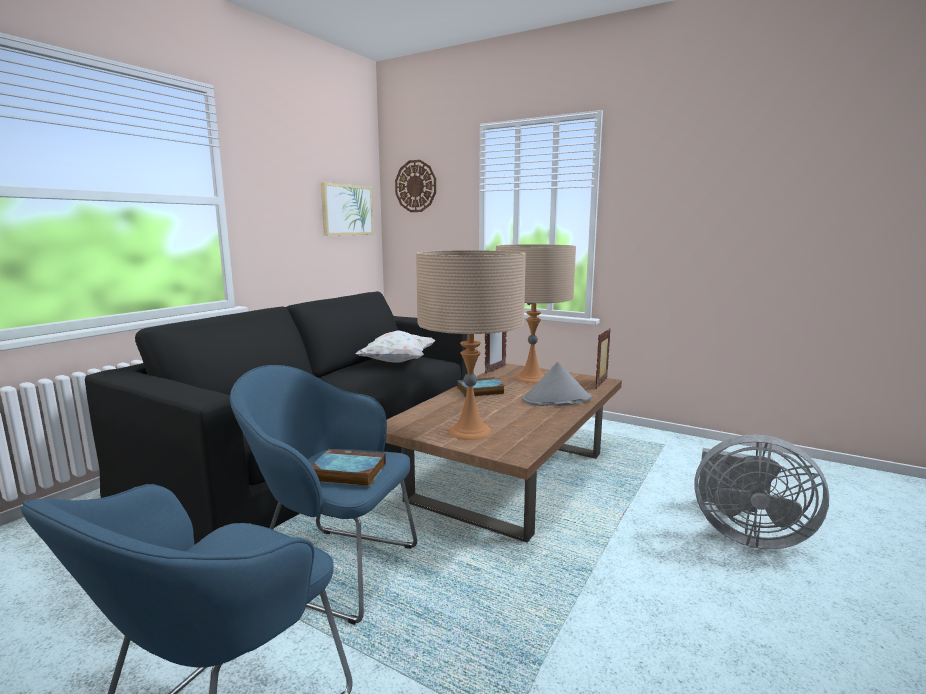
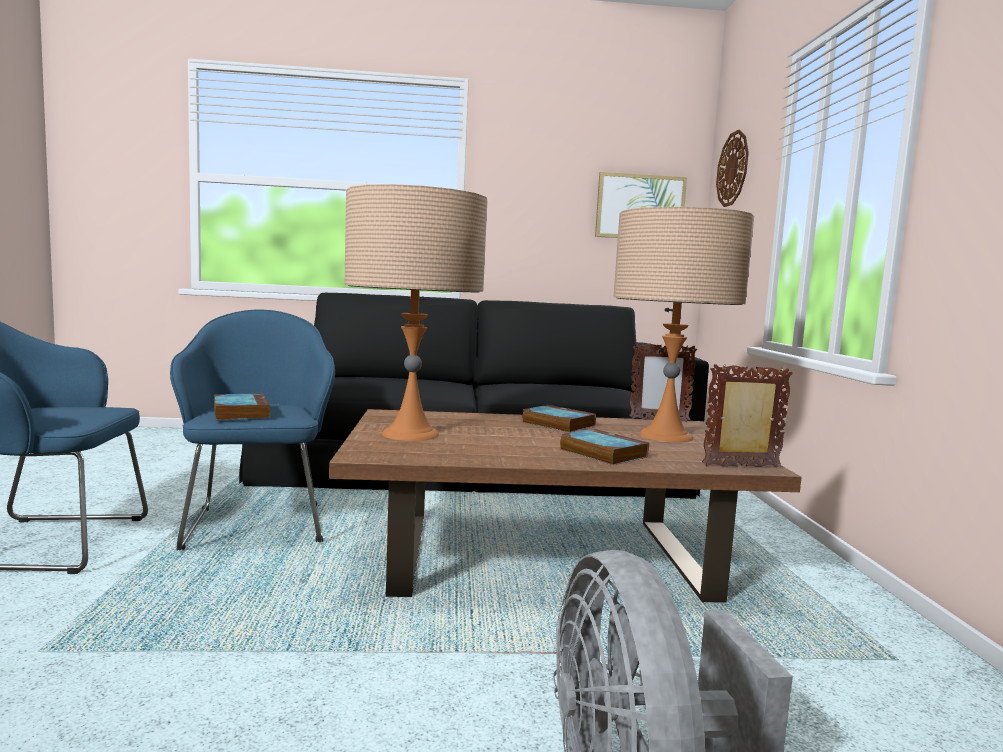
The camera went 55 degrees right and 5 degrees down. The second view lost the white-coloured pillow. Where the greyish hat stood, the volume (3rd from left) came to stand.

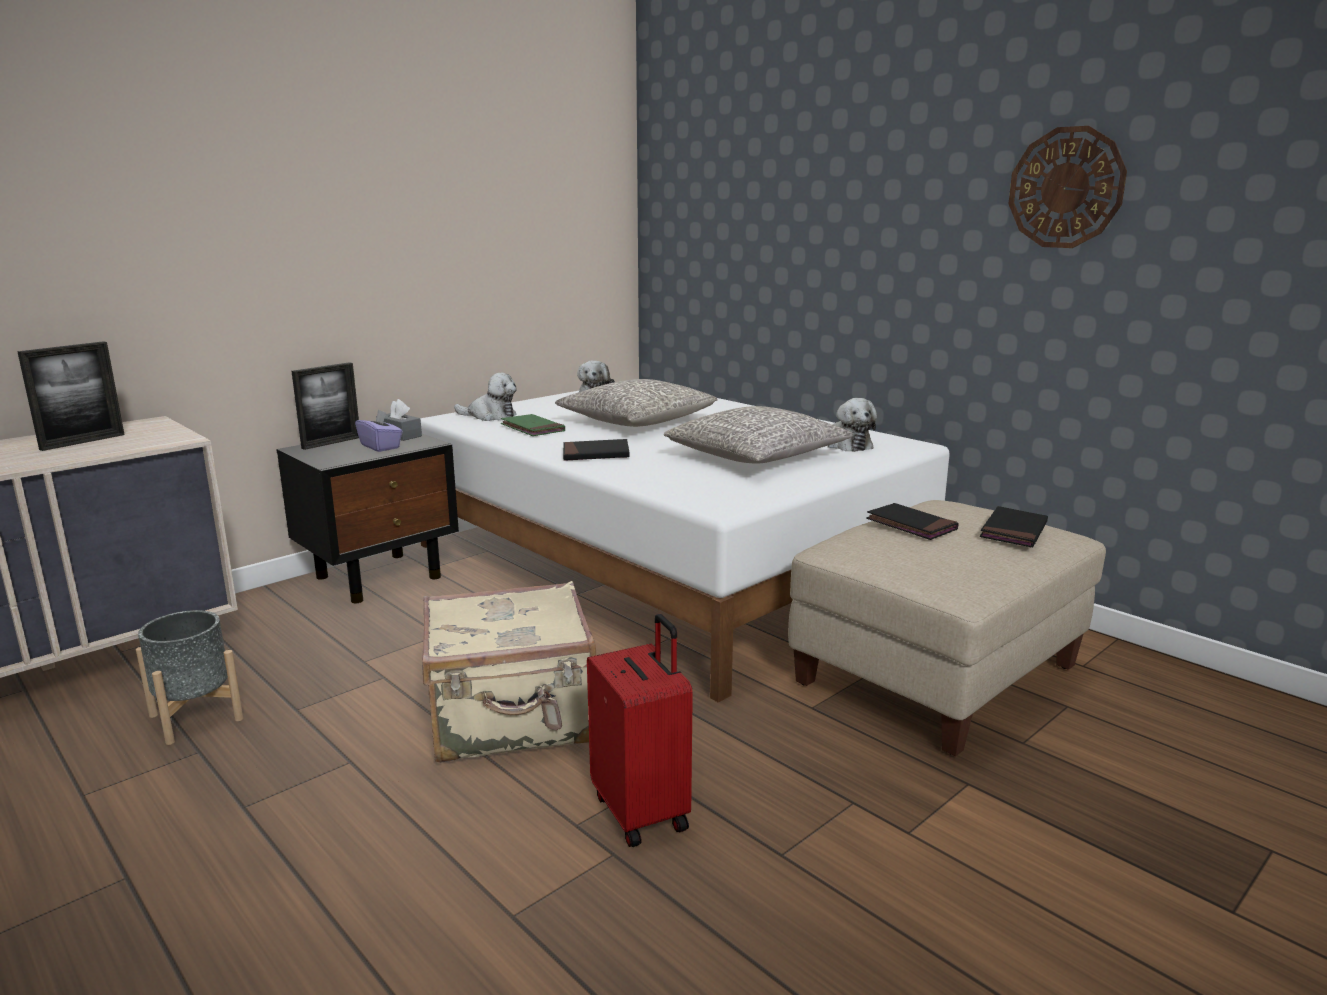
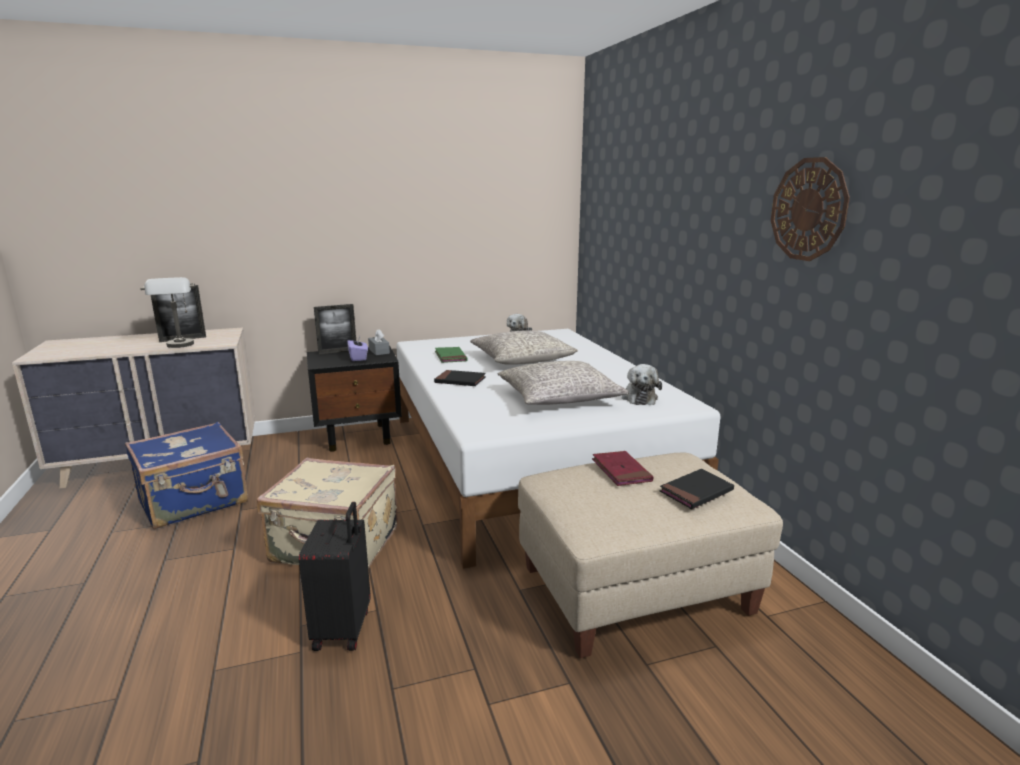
The camera went 25 degrees right and 0 degrees up. The second view lost the cuddly toy (1st from left). What was the black volume (2nd from left) turned into the red volume. Where the greyish plant pot stood, the blue suitcase came to stand. What was the red suitcase turned into the black suitcase. The second view gained the greyish tabletop lamp.

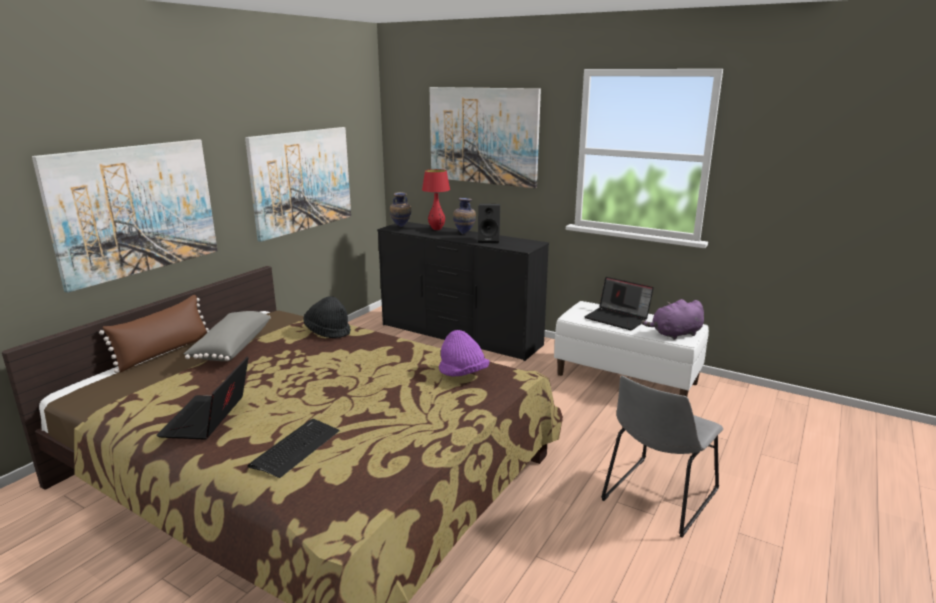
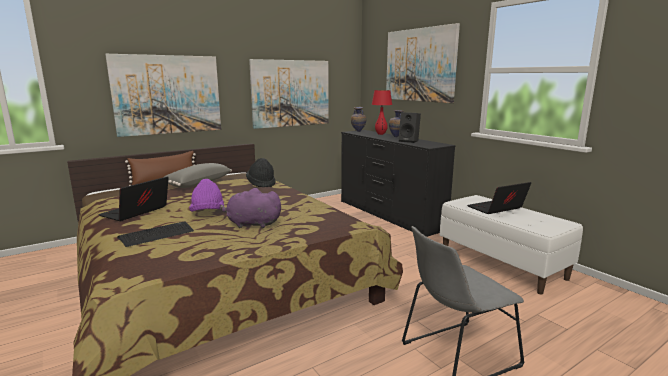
The camera went 25 degrees right and 5 degrees down. The portable computer (2nd from left) ended up facing another way, 90 degrees clockwise from before. The purplish cuddly toy ended up elsewhere. The purplish hat ended up elsewhere.

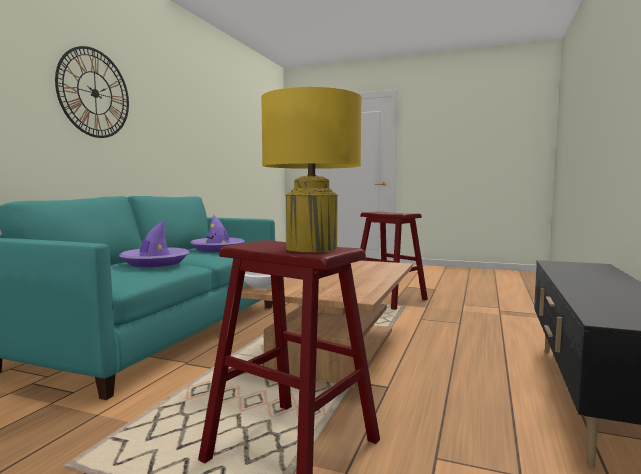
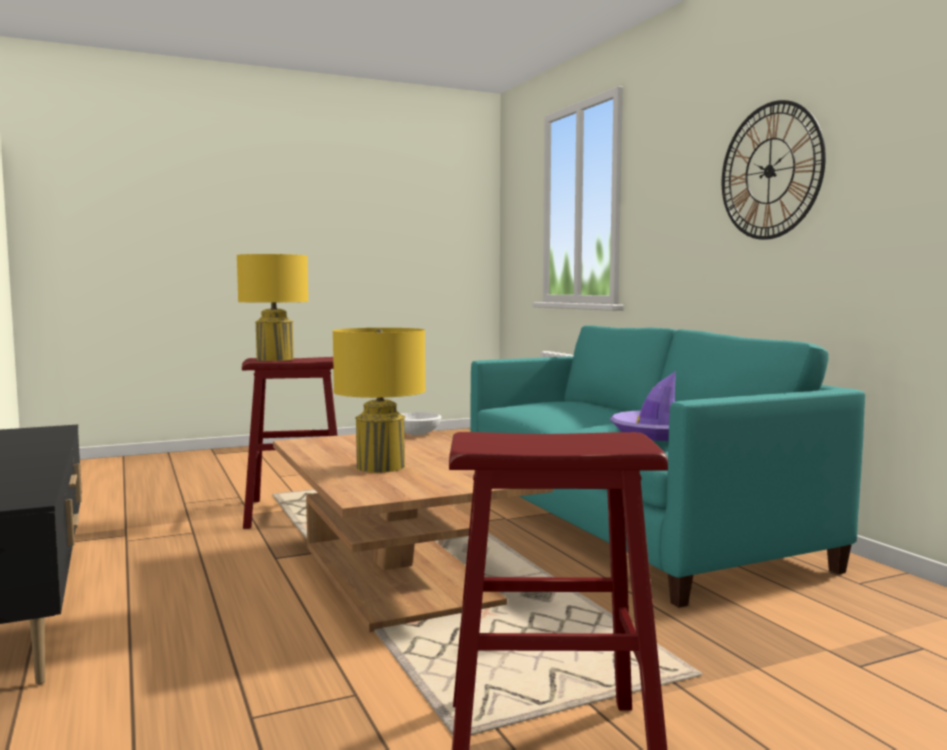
The camera went 135 degrees right and 0 degrees up. The second view lost the purplish hat (1st from left). The second view gained the yellow-coloured tabletop lamp (2nd from left).

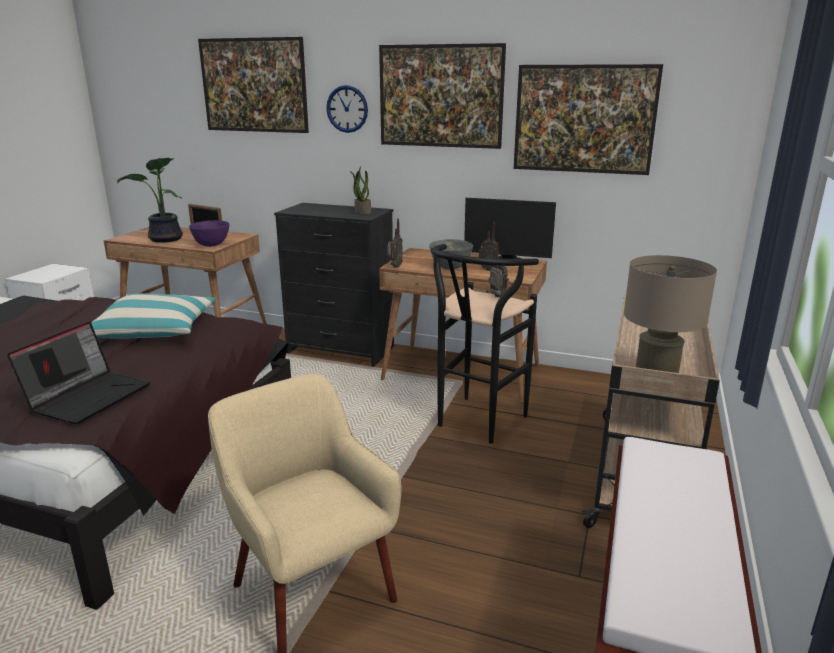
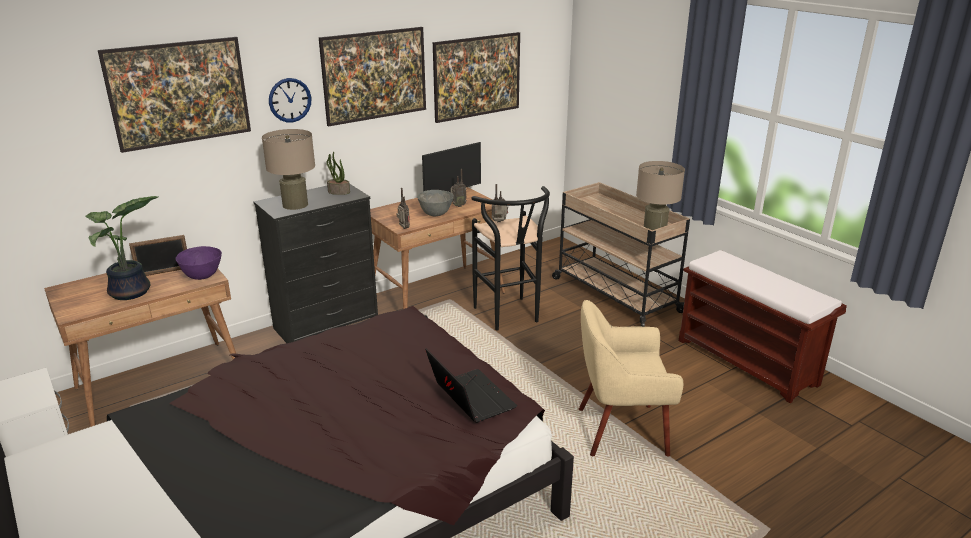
The camera went 55 degrees left and 5 degrees up. The second view lost the pillow. The second view gained the beige-coloured tabletop lamp (1st from left).

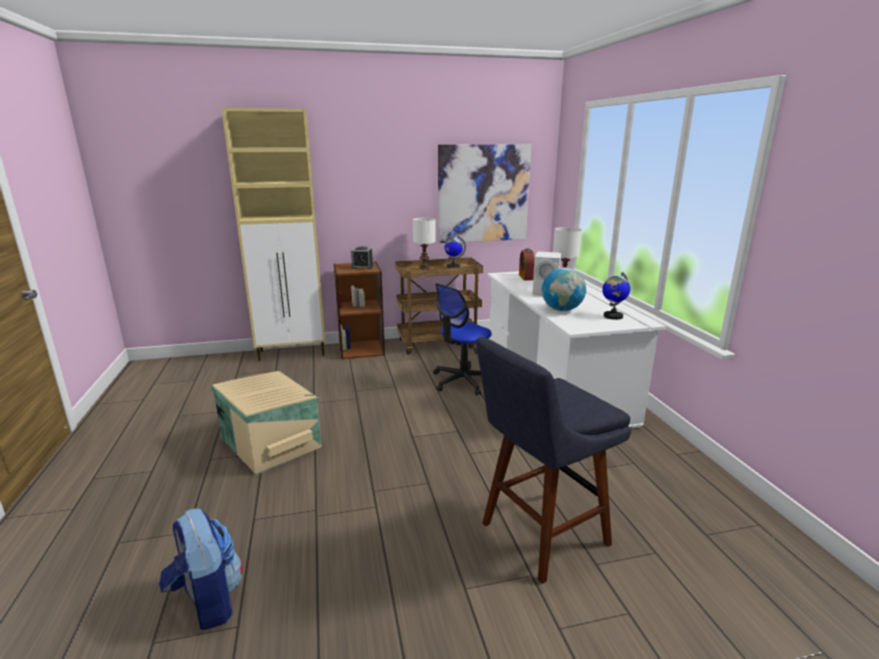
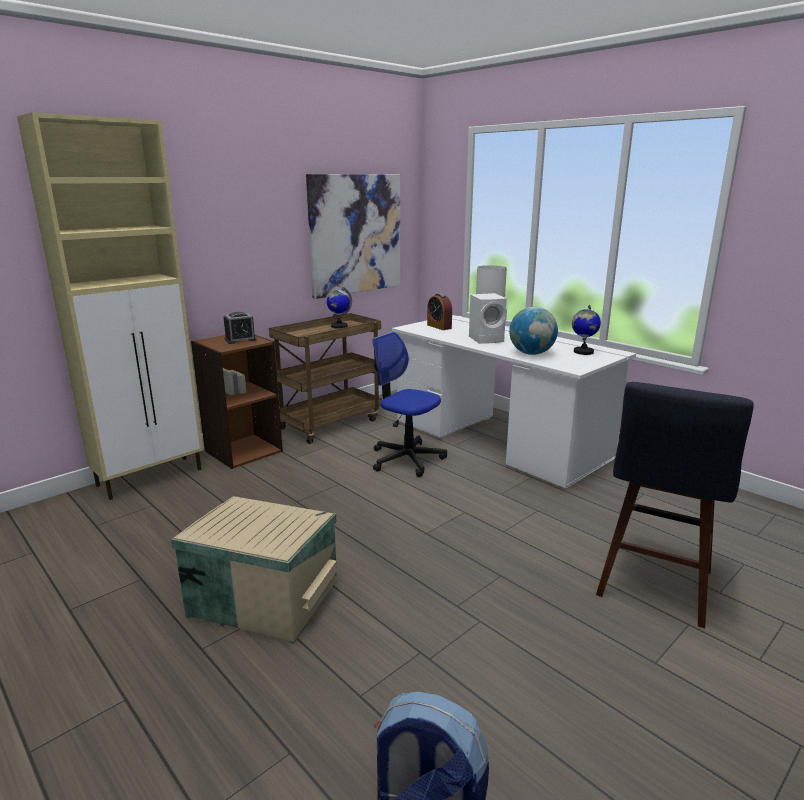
The camera went 30 degrees left and 0 degrees up. The second view lost the white-coloured tabletop lamp (1st from left). The office chair ended up facing another way, 105 degrees clockwise from before.

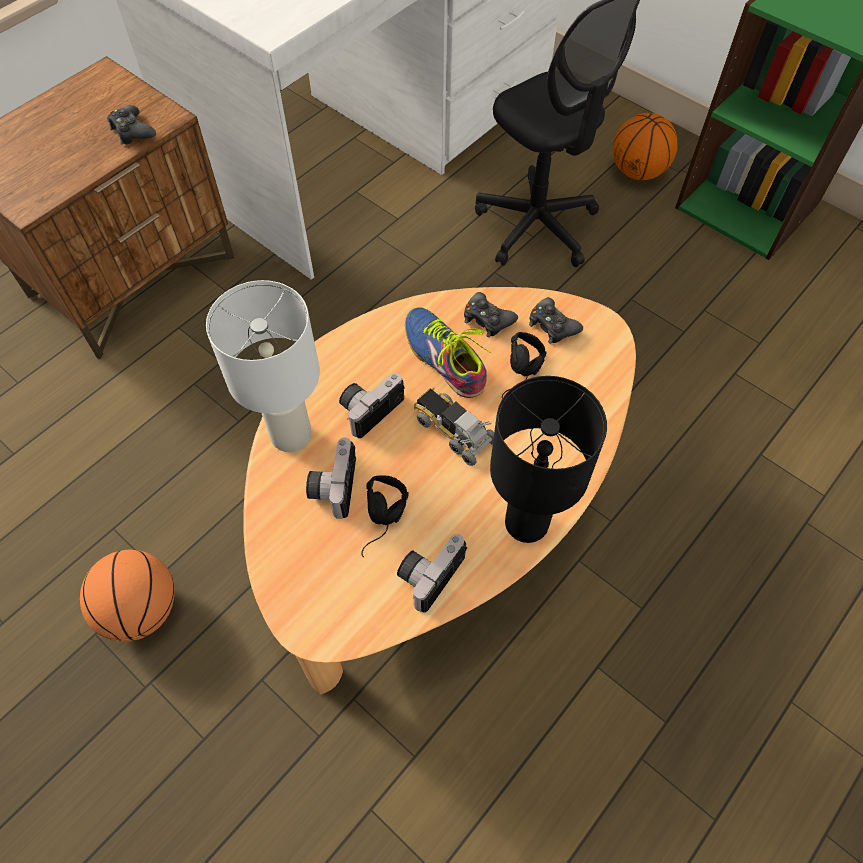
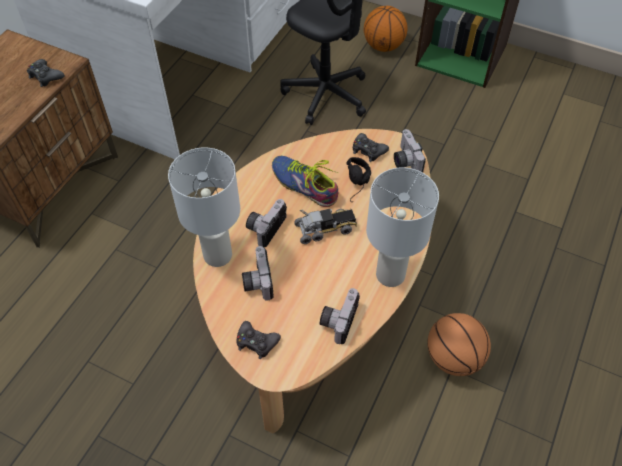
The camera went 15 degrees left and 5 degrees down. The black gamepad (2nd from left) ended up elsewhere. What was the black tabletop lamp turned into the white-coloured tabletop lamp (2nd from left). The toy lorry ended up facing another way, 135 degrees clockwise from before. The second view lost the black pair of headphones (1st from left). The basketball ball (1st from left in the first image) ended up elsewhere. The second view gained the photo camera (4th from left).

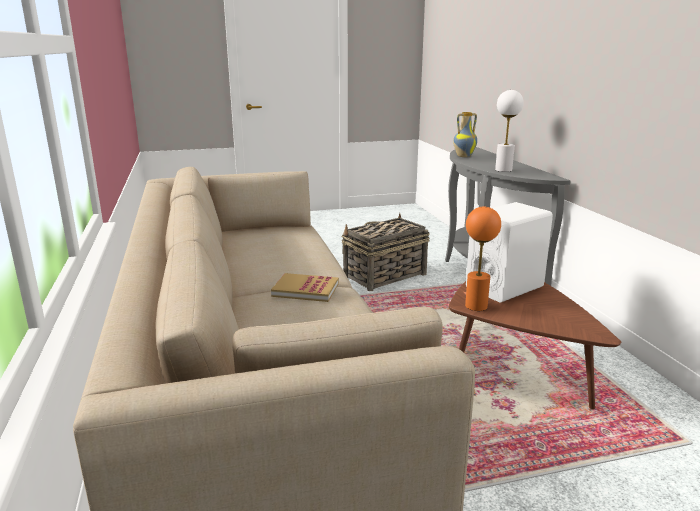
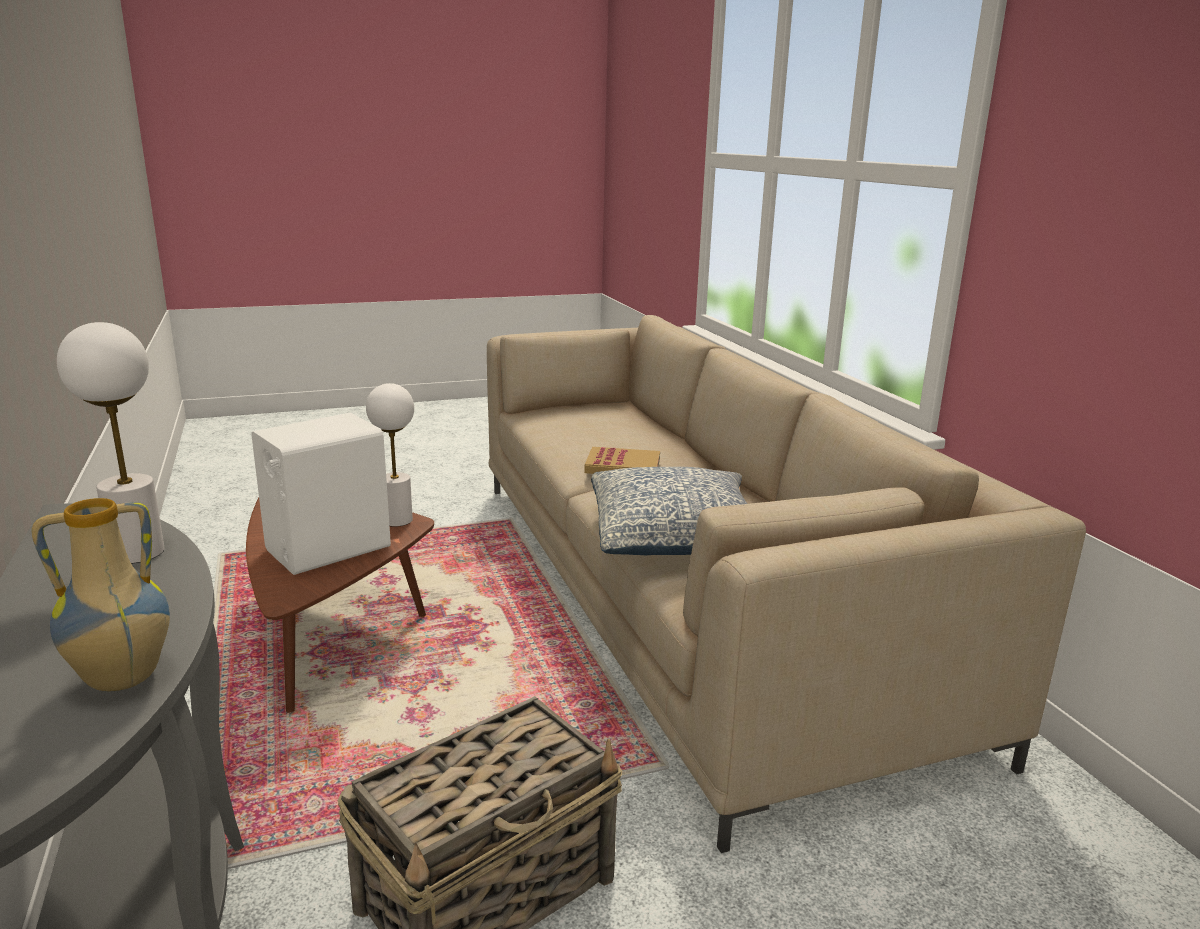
The camera went 175 degrees right and 0 degrees up. What was the orange tabletop lamp turned into the white-coloured tabletop lamp (2nd from left). The second view gained the pillow.

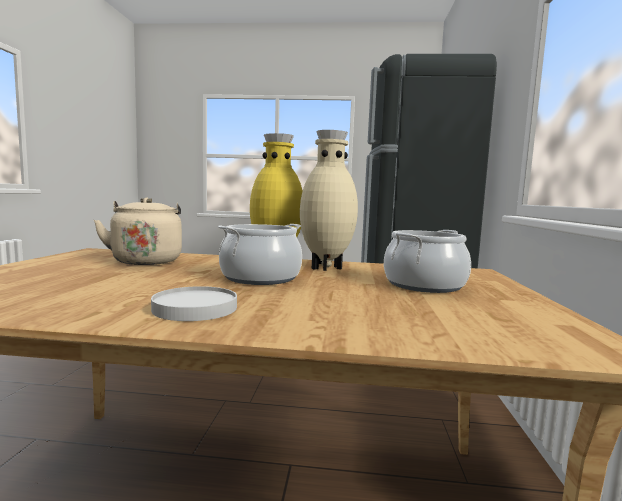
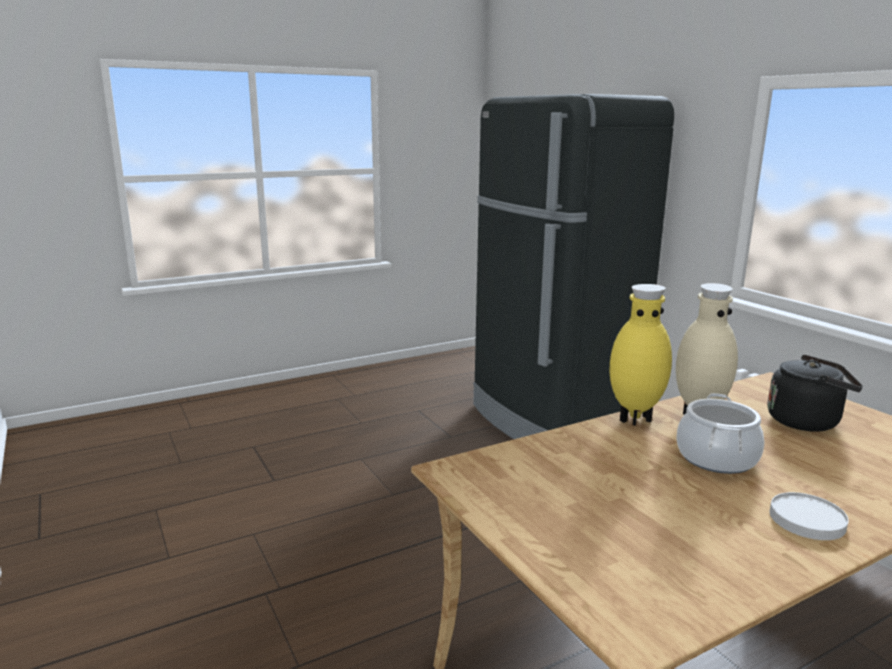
The camera went 35 degrees left and 10 degrees up. The second view lost the beige-coloured tea kettle. Where the stockpot (2nd from left) stood, the black tea kettle came to stand.

